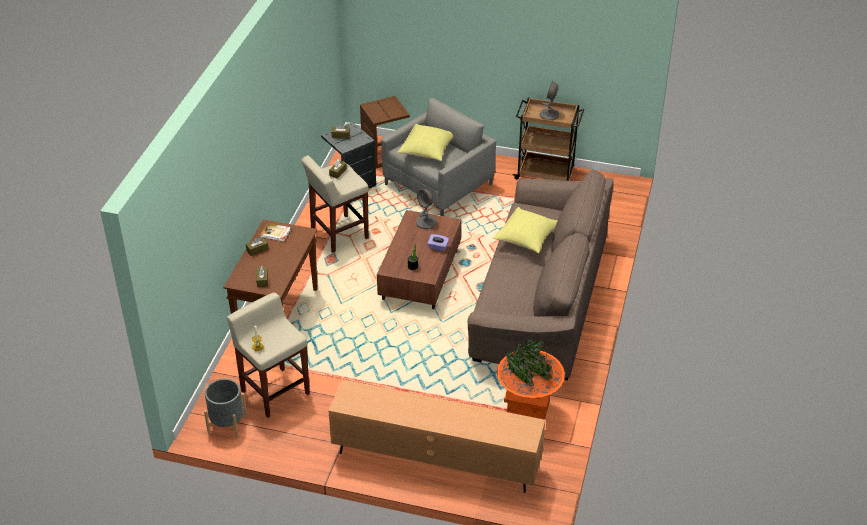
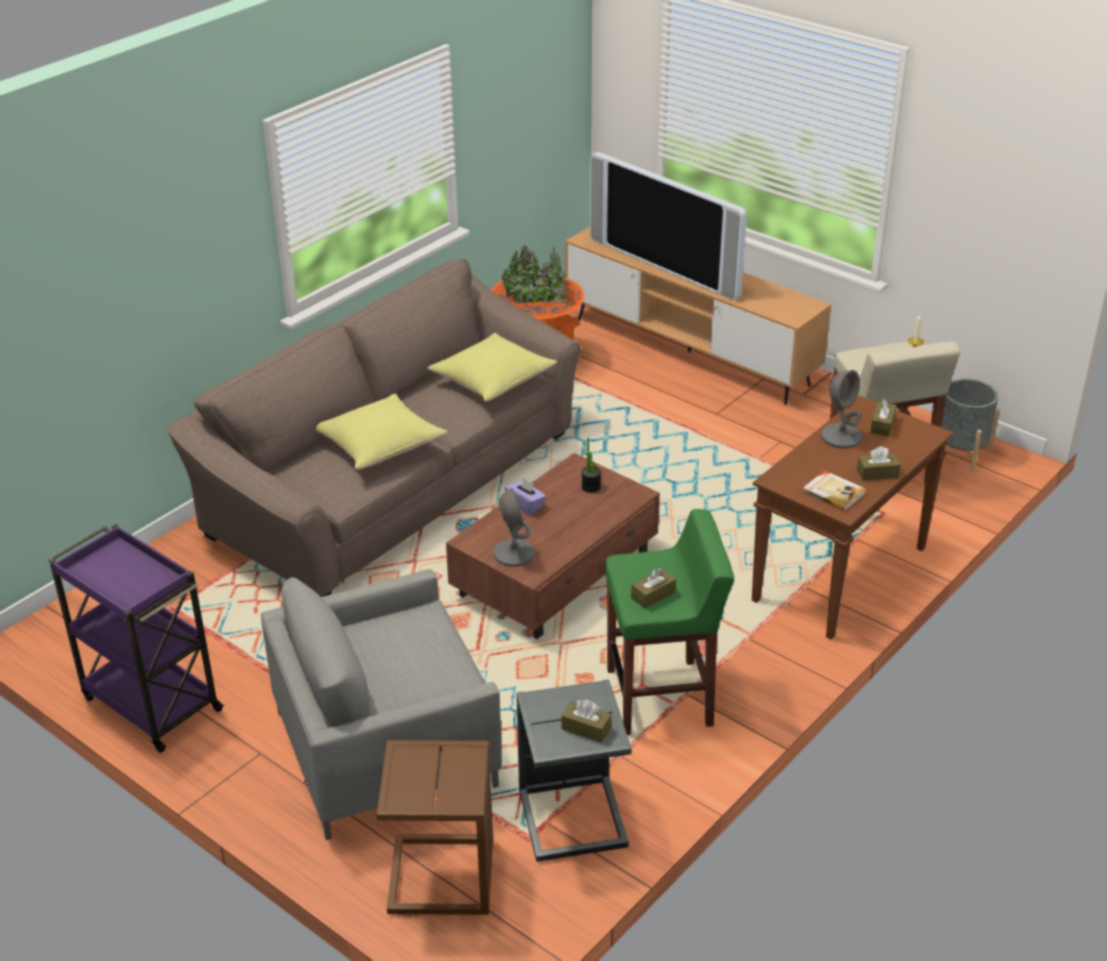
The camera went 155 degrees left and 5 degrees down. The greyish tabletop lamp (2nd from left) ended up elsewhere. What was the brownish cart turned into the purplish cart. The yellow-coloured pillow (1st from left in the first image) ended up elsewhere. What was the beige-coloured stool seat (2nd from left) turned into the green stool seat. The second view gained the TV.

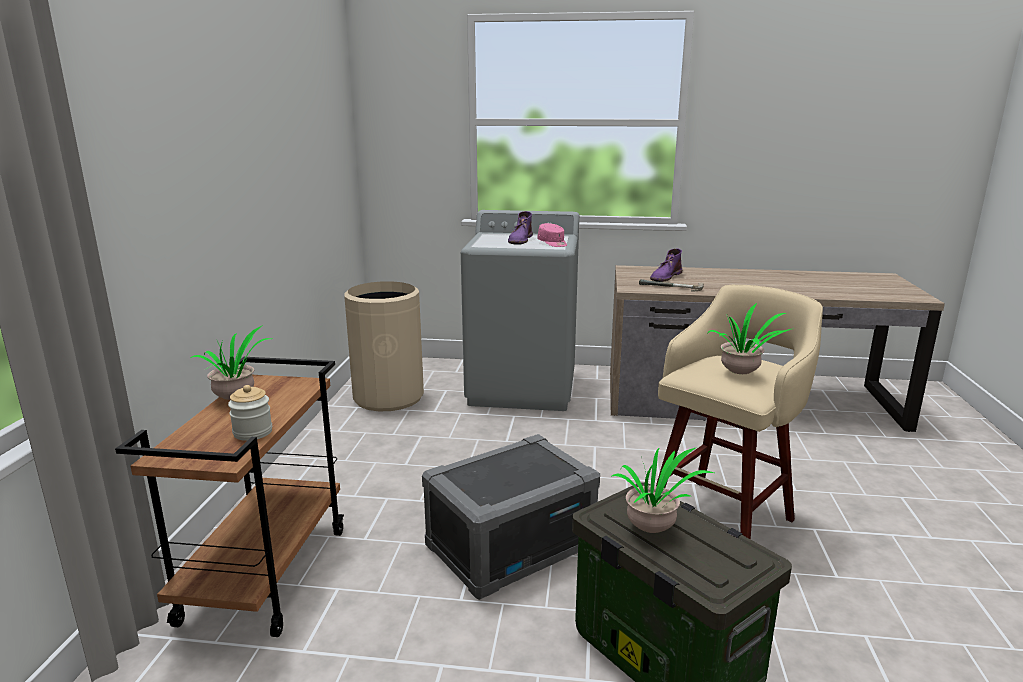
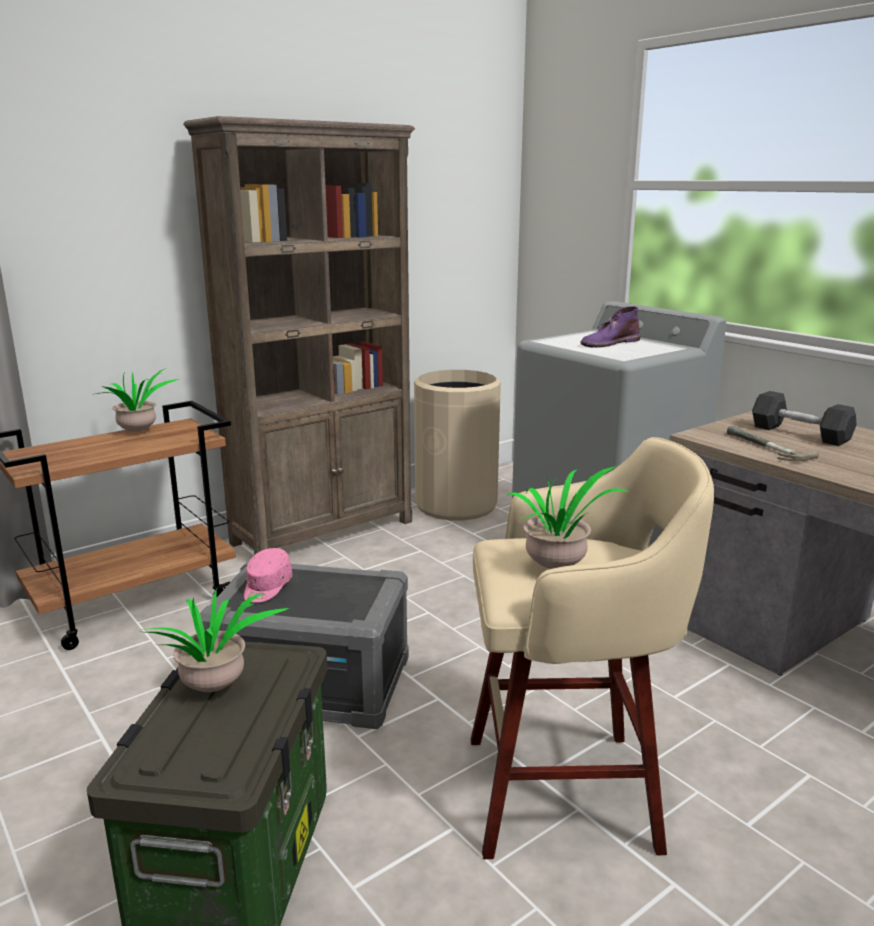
The camera went 45 degrees right and 0 degrees up. The pink-coloured baseball cap ended up elsewhere. Where the purplish tall boot (2nd from left) stood, the greyish hand weight came to stand. The second view lost the storage jar. The second view gained the brownish shelving unit.

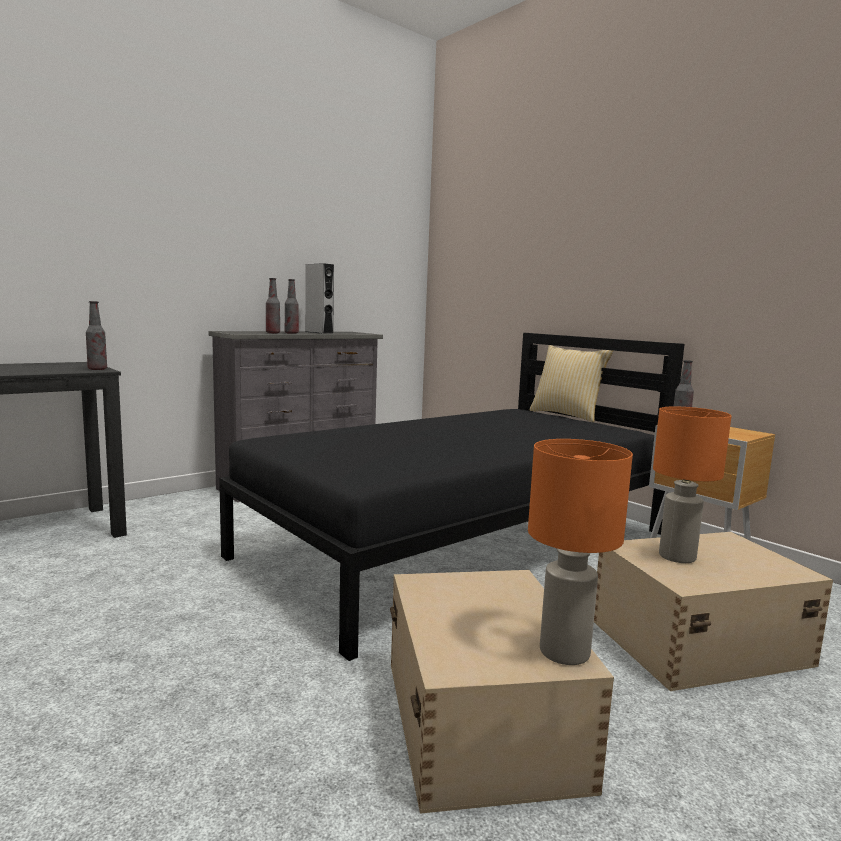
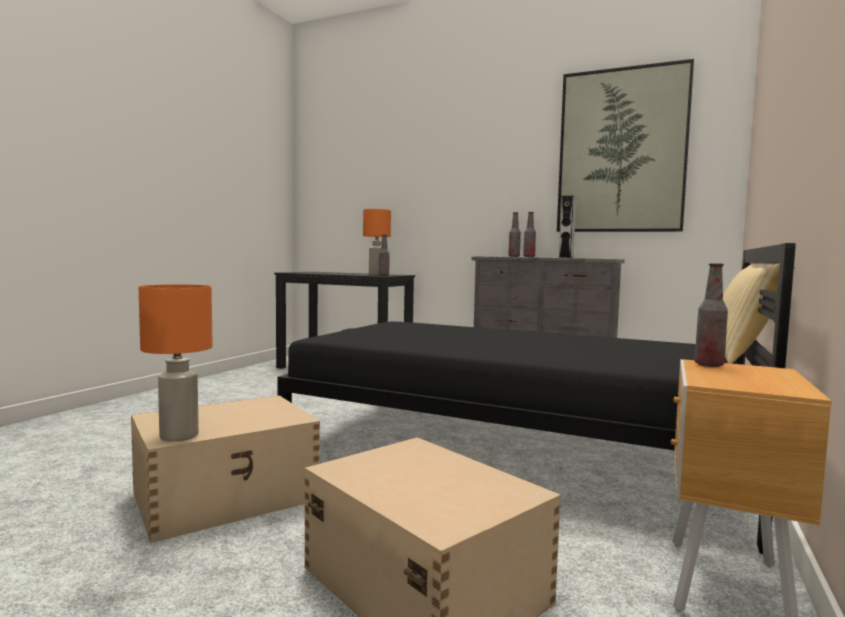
The camera went 65 degrees right and 5 degrees down. The orange tabletop lamp (2nd from left) ended up elsewhere. The second view gained the picture.

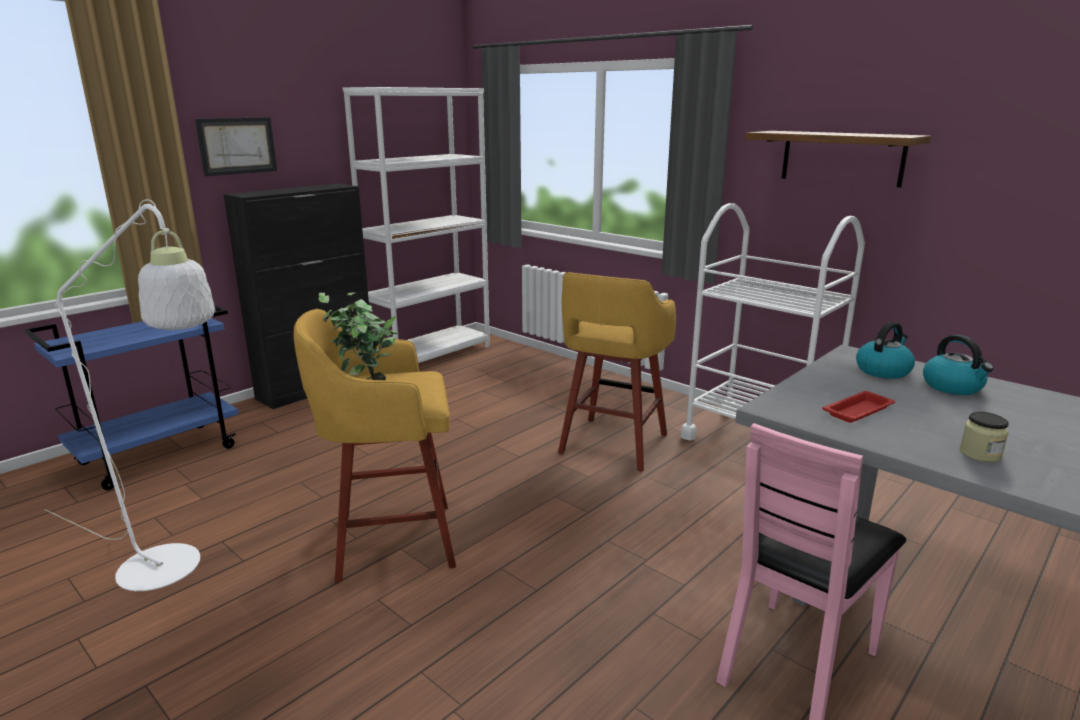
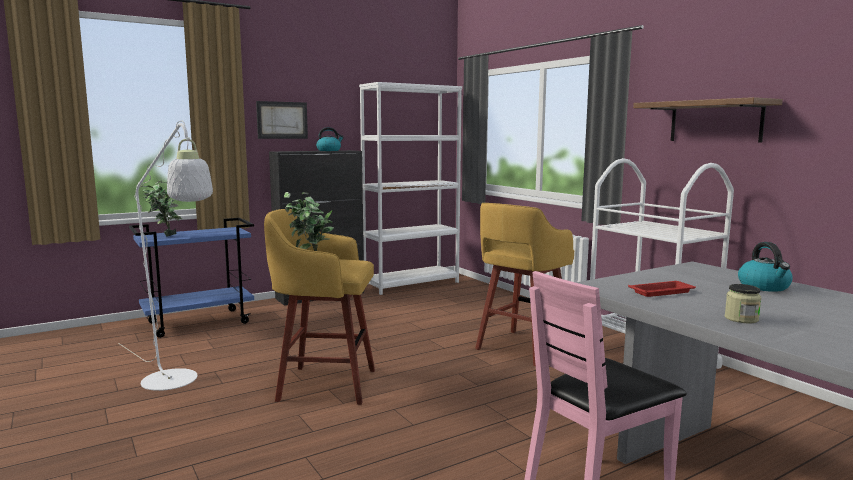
The camera went 15 degrees right and 10 degrees down. The tea kettle (1st from left) ended up elsewhere. The second view gained the potted plant (1st from left).

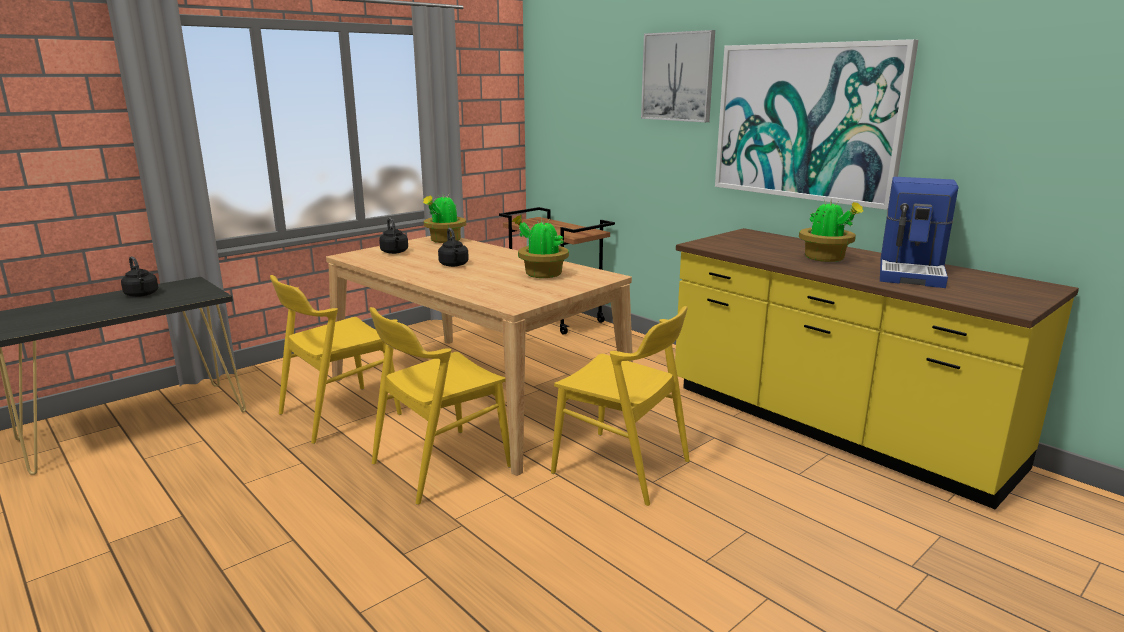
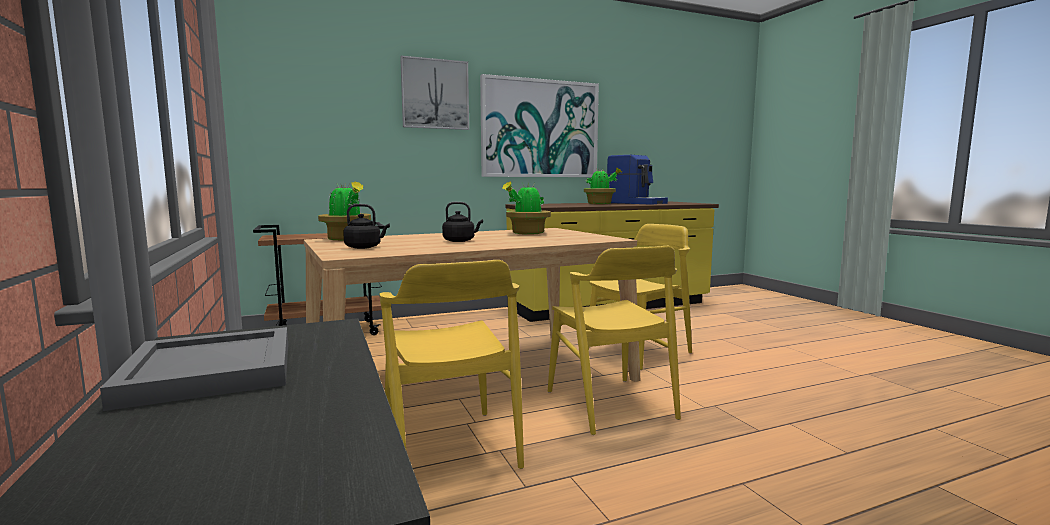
The camera went 70 degrees left and 10 degrees down. Where the black tea kettle (1st from left) stood, the greyish serving tray came to stand.

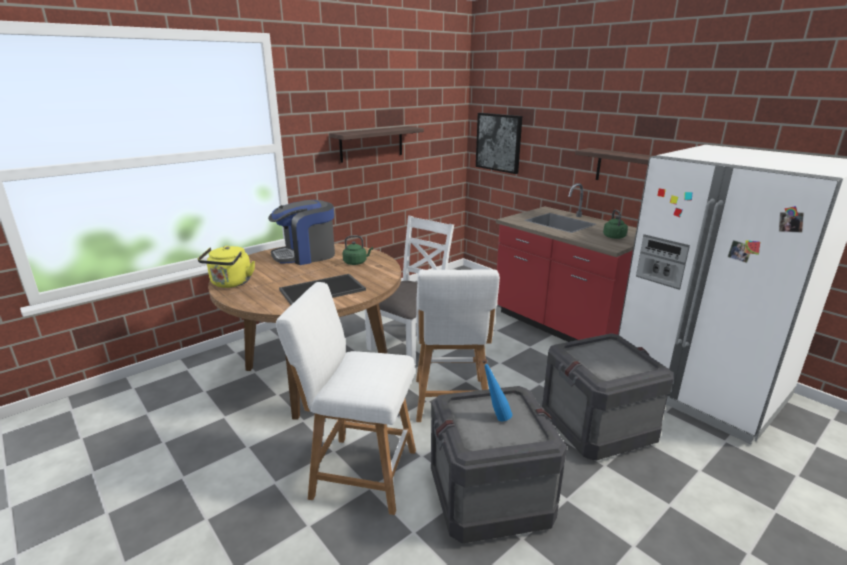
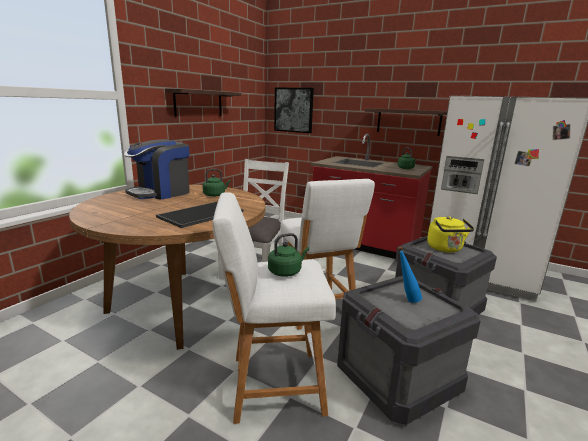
The camera went 20 degrees left and 5 degrees down. The yellow-coloured tea kettle ended up elsewhere. The second view gained the green tea kettle (2nd from left).

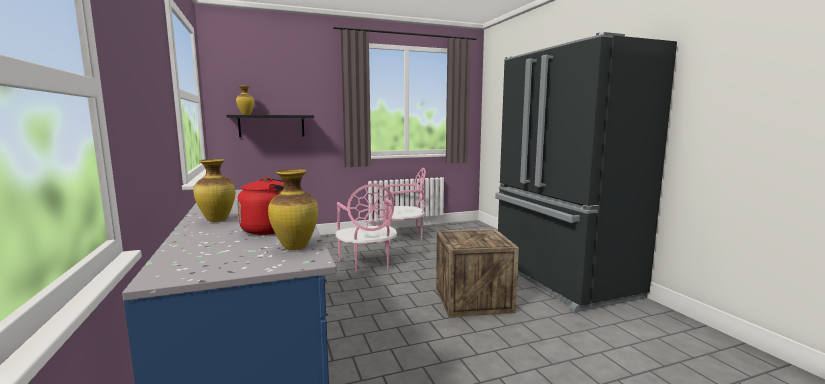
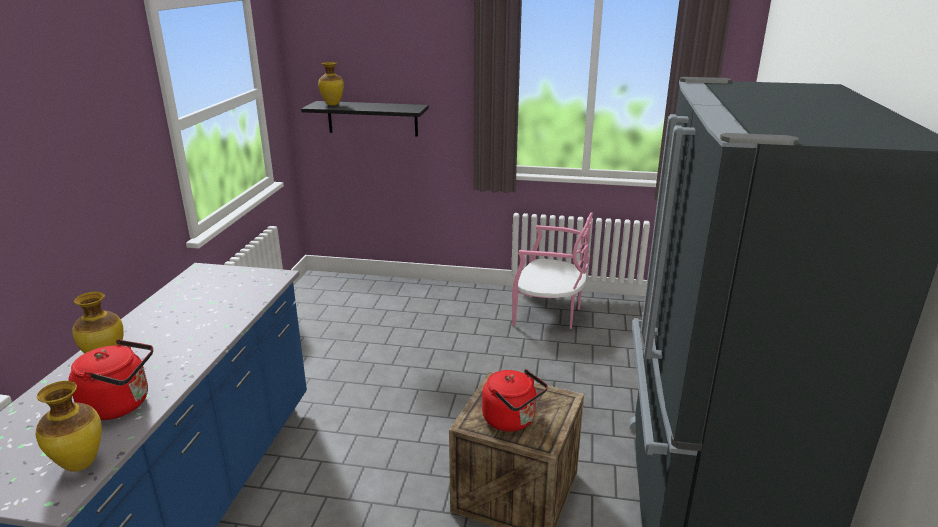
The camera went 30 degrees right and 15 degrees up. The second view lost the pink-coloured plain chair (1st from left). The second view gained the red tea kettle (2nd from left).

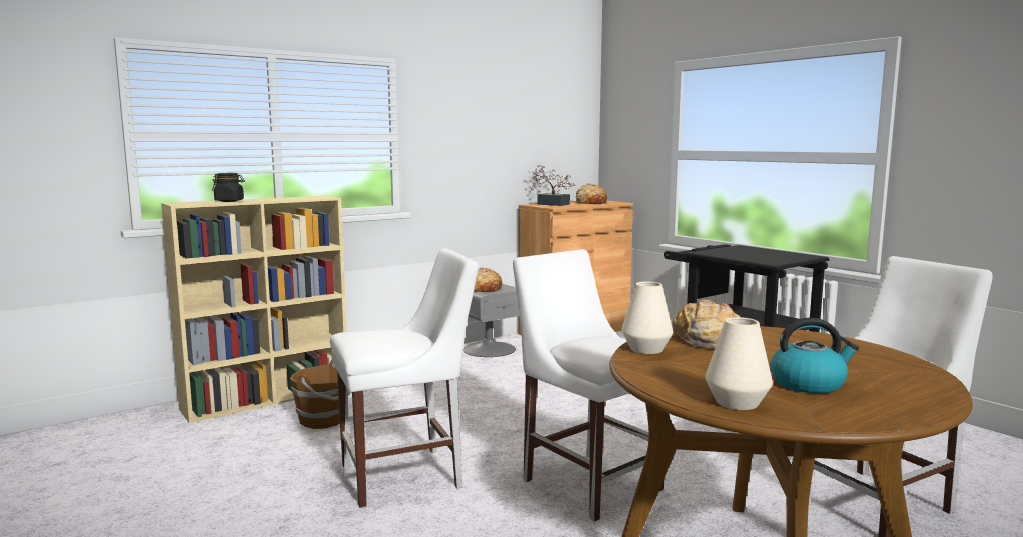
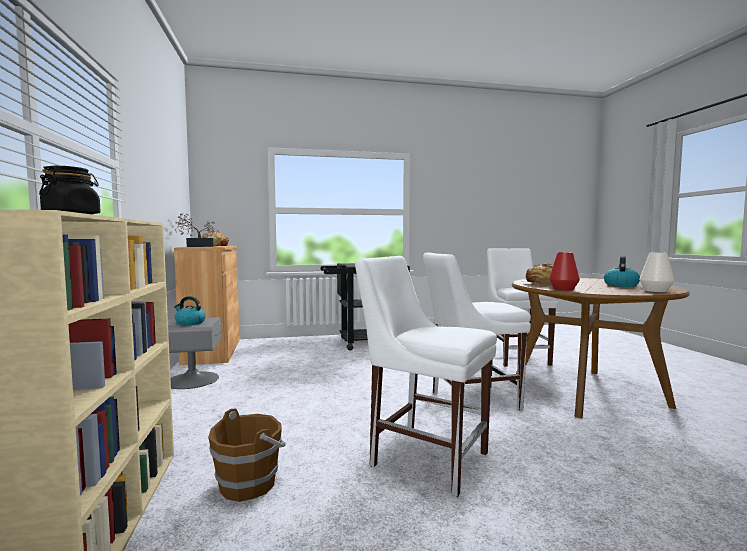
The camera went 65 degrees left and 5 degrees down. The white-coloured plain chair (1st from left) ended up facing another way, 60 degrees counterclockwise from before. Where the bread (1st from left) stood, the tea kettle (1st from left) came to stand. What was the white-coloured flower vase (1st from left) turned into the red flower vase.

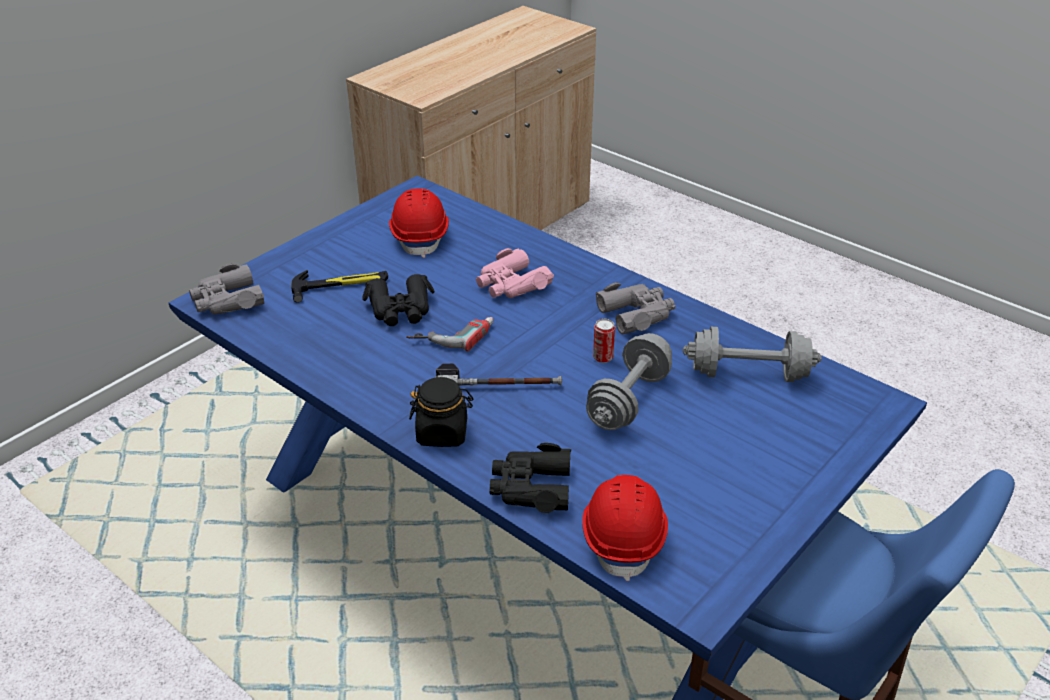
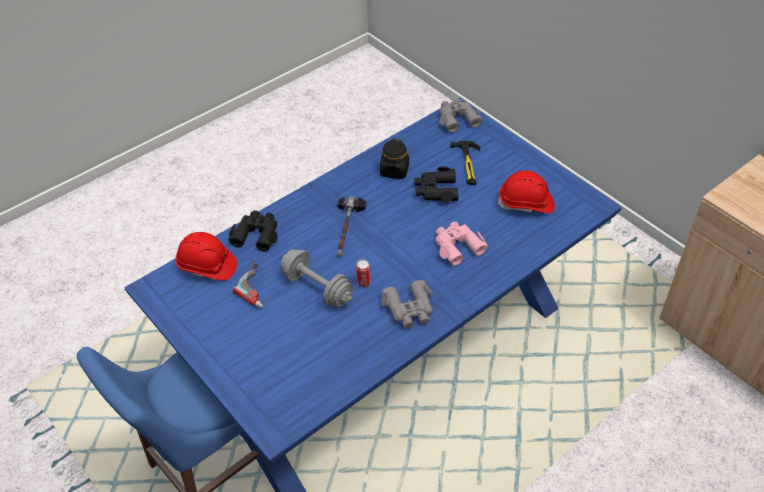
The camera went 100 degrees right and 10 degrees up. The electric drill ended up elsewhere. The second view lost the greyish hand weight (2nd from left). The black storage jar ended up elsewhere.

